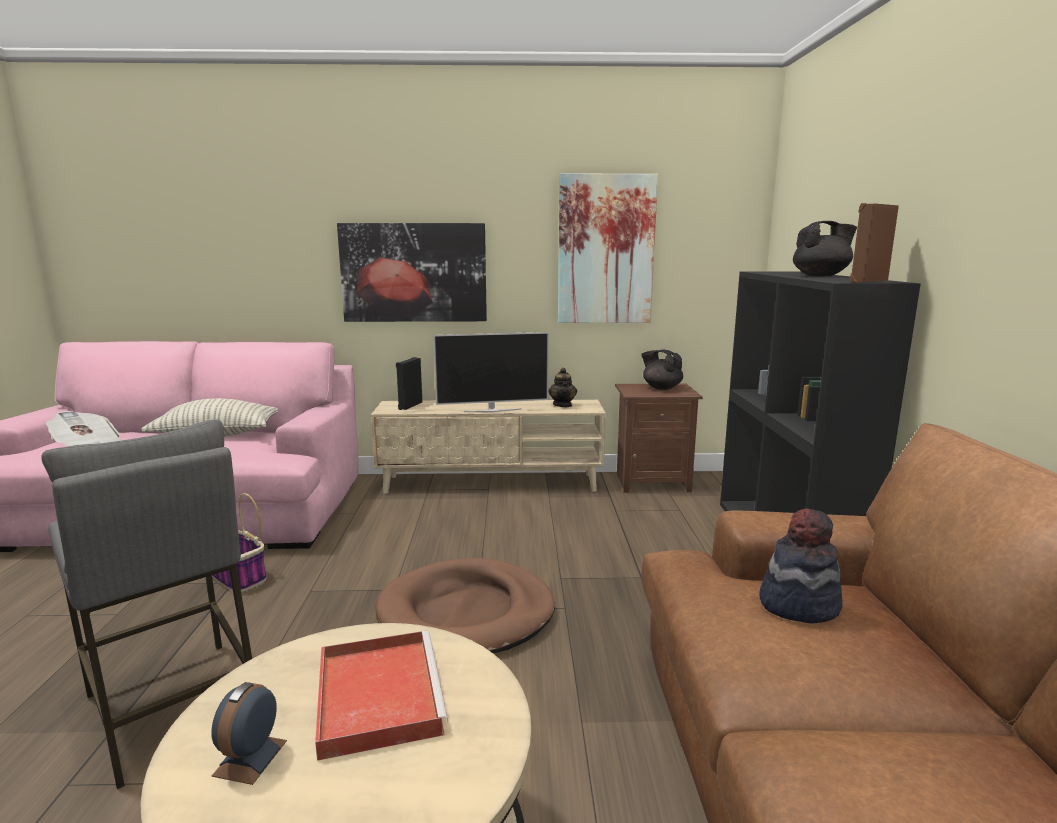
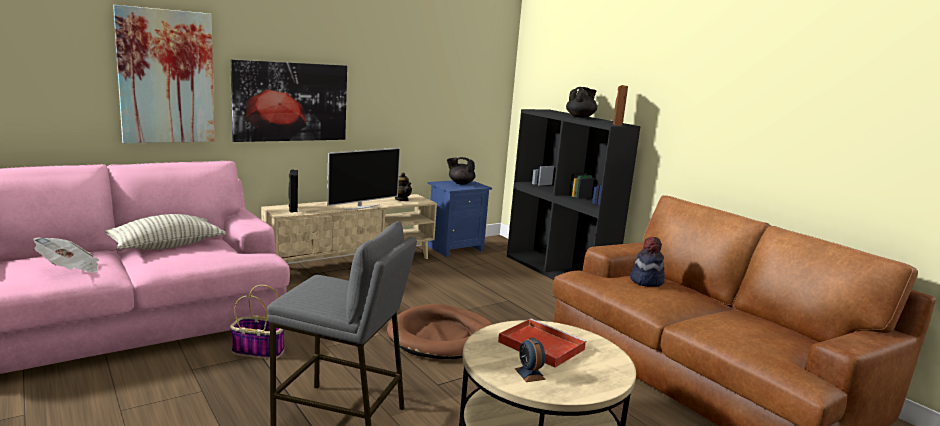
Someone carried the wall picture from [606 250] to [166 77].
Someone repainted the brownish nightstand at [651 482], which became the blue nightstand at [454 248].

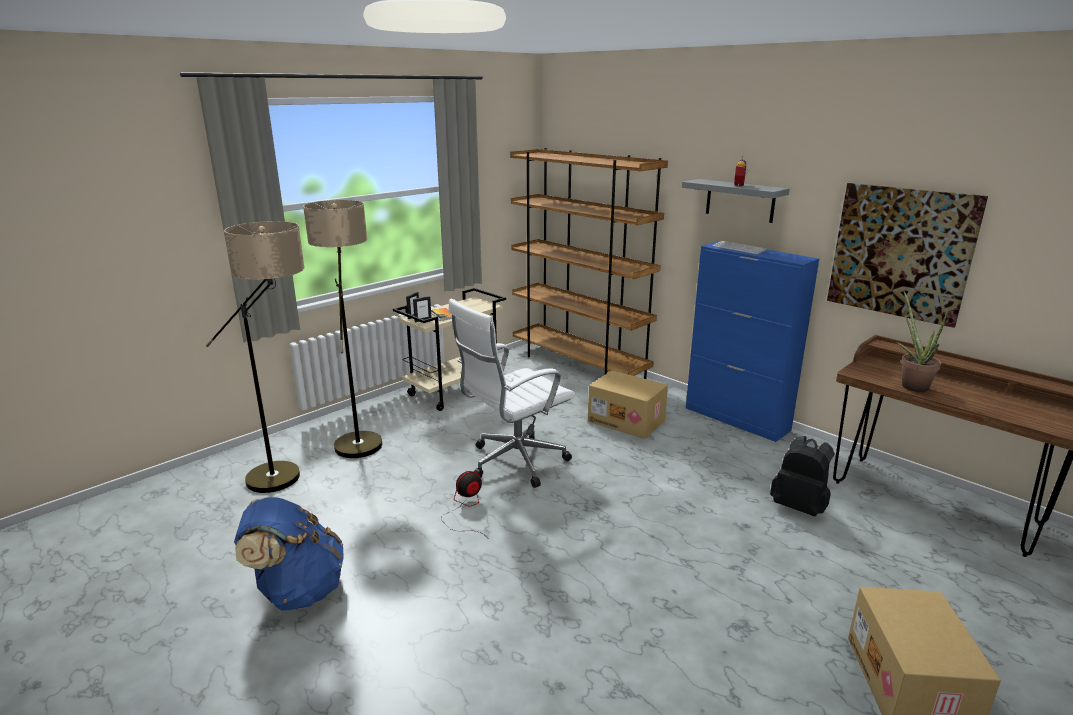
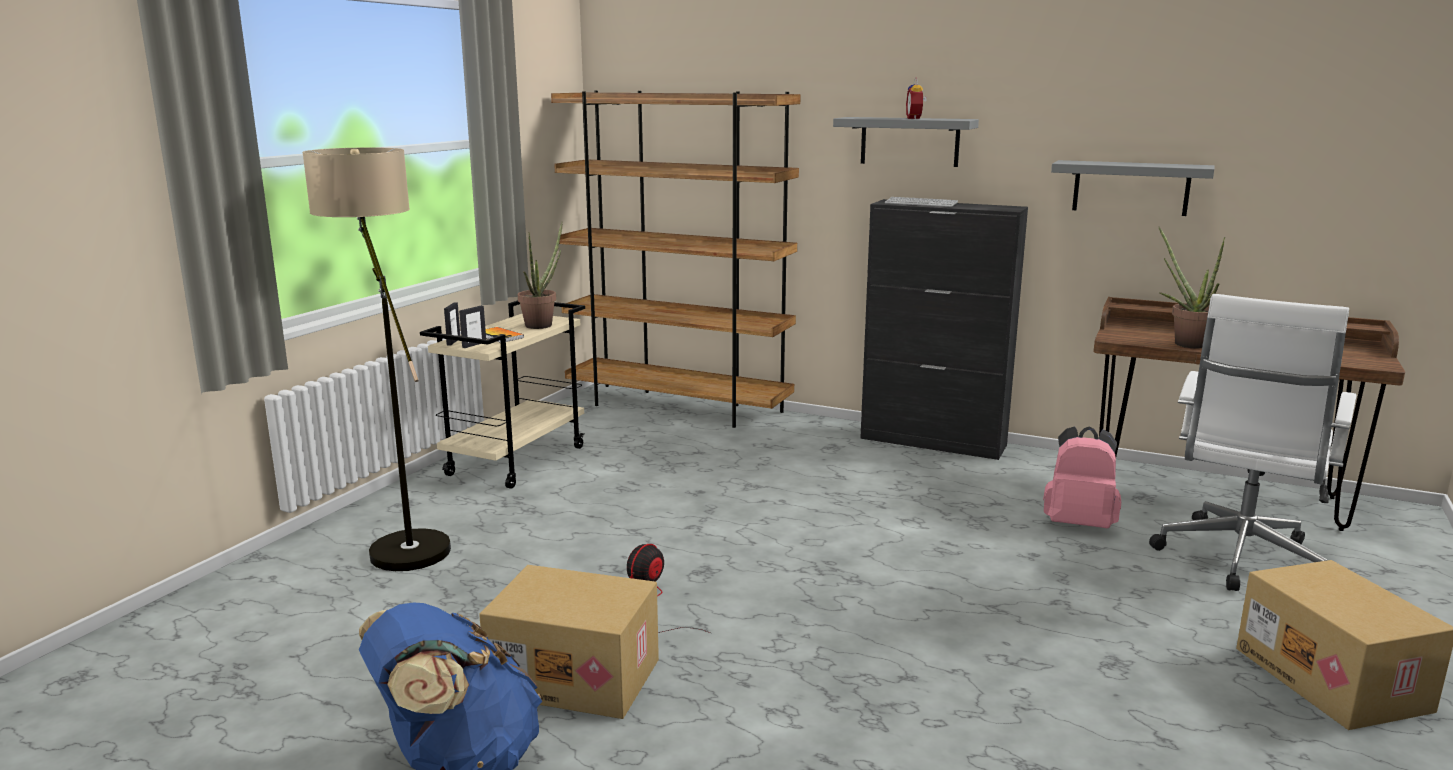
Someone took away the floor lamp at [289 483].
Someone put down the plant in a pot at [542 324].
Someone carried the white computer chair from [513 463] to [1238 561].
Someone carried the packing box from [627 421] to [577 676].
Someone swapped the wall picture at [900 252] for the gray bracket shelf at [1131 188].
Someone repainted the blue cabinet at [737 419], which became the blackish cabinet at [933 442].
Someone repainted the blackish backpack at [799 506], which became the pink-coloured backpack at [1078 523].

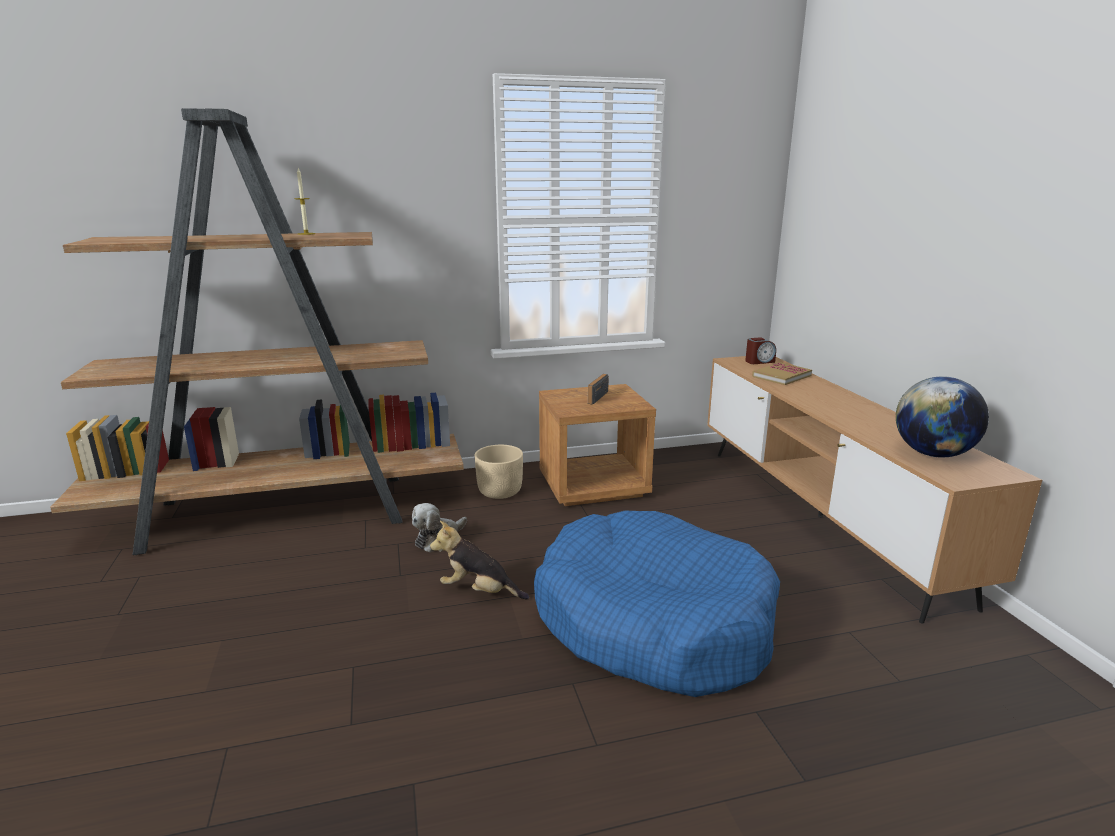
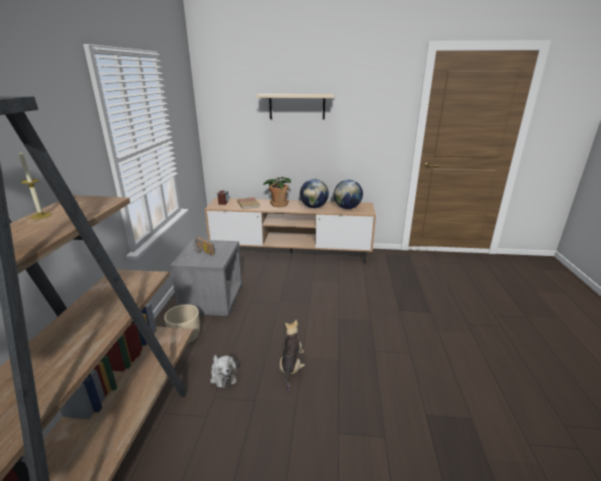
Someone took away the blue dog cushion at [652 622].
Someone put up the sand-coloured bracket shelf at [297 106].
Someone put down the plant in a pot at [278 204].
Someone put down the globe at [314 207].
Someone repainted the brownish nightstand at [594 486], which became the gray nightstand at [212 300].
Someone rotated the soft toy at [479 591] by 150 degrees clockwise.

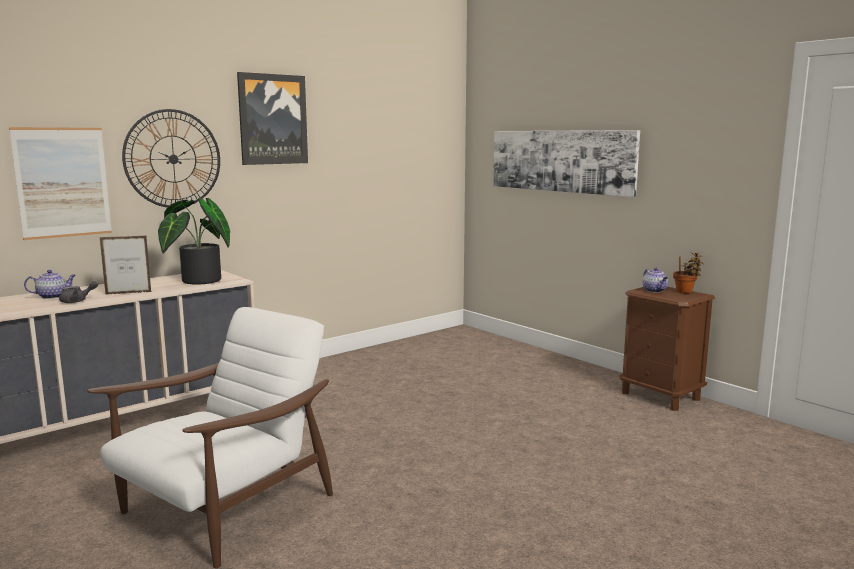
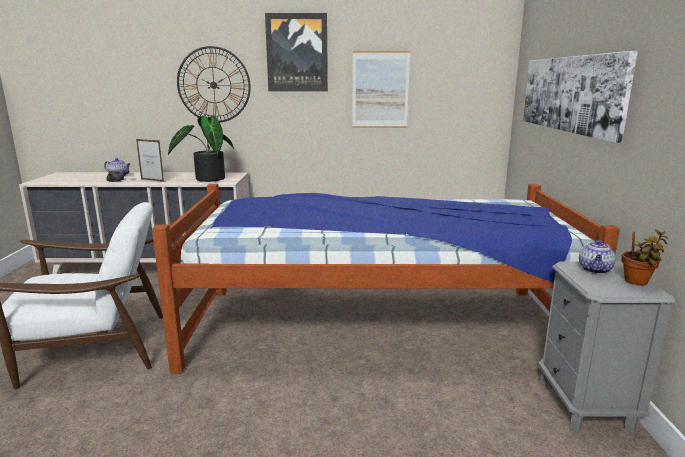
Someone put down the sleeping bed at [375 325].
Someone carried the wall picture from [63 182] to [380 90].
Someone repainted the brownish nightstand at [660 396], which became the gray nightstand at [585 404].

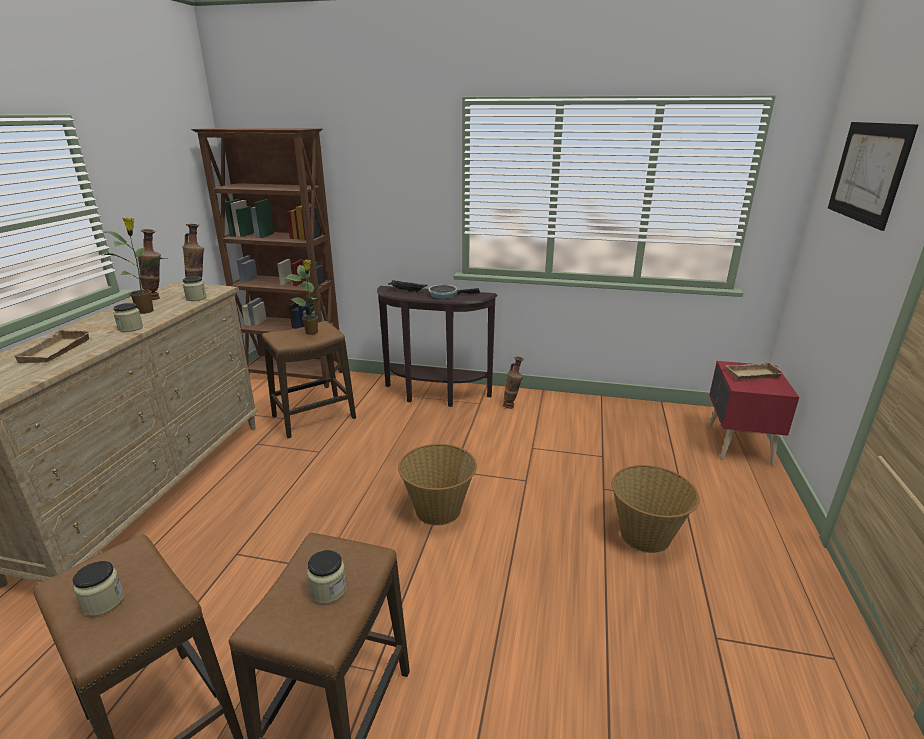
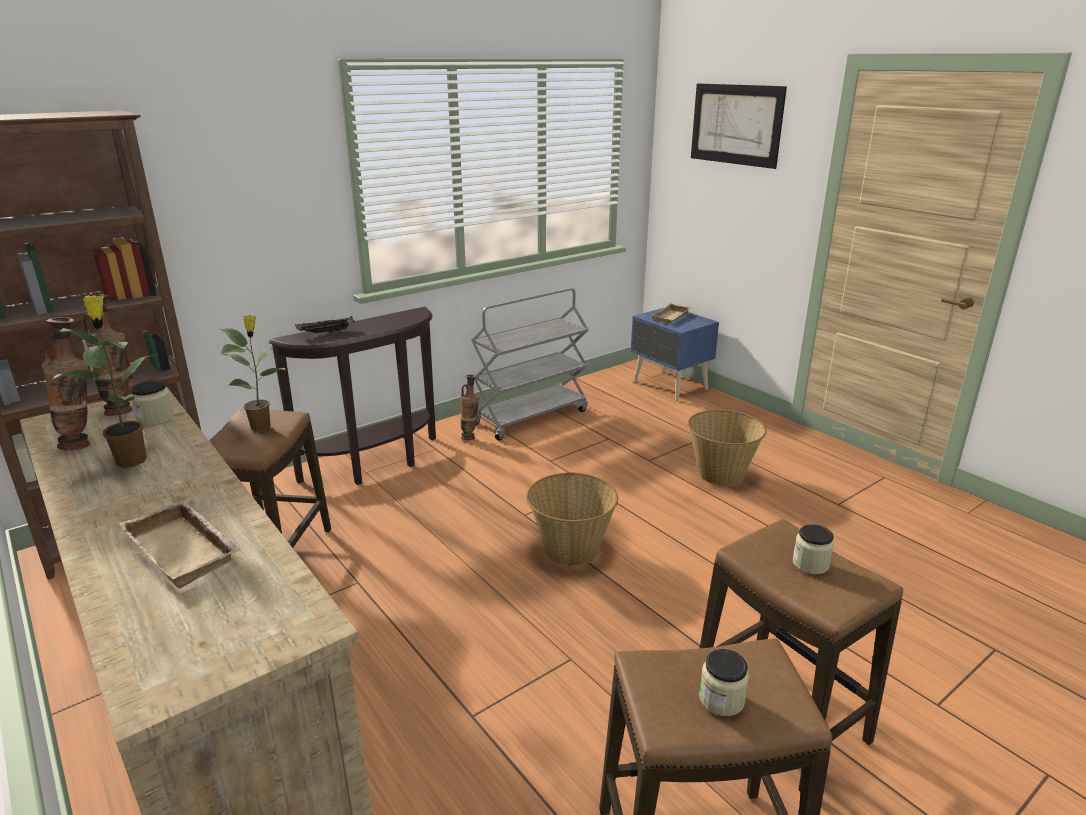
Someone took away the jar at [130 328].
Someone took away the frying pan at [446 295].
Someone put down the gray wheeled cart at [530 416].
Someone repainted the reddish nightstand at [737 445], which became the blue nightstand at [670 386].

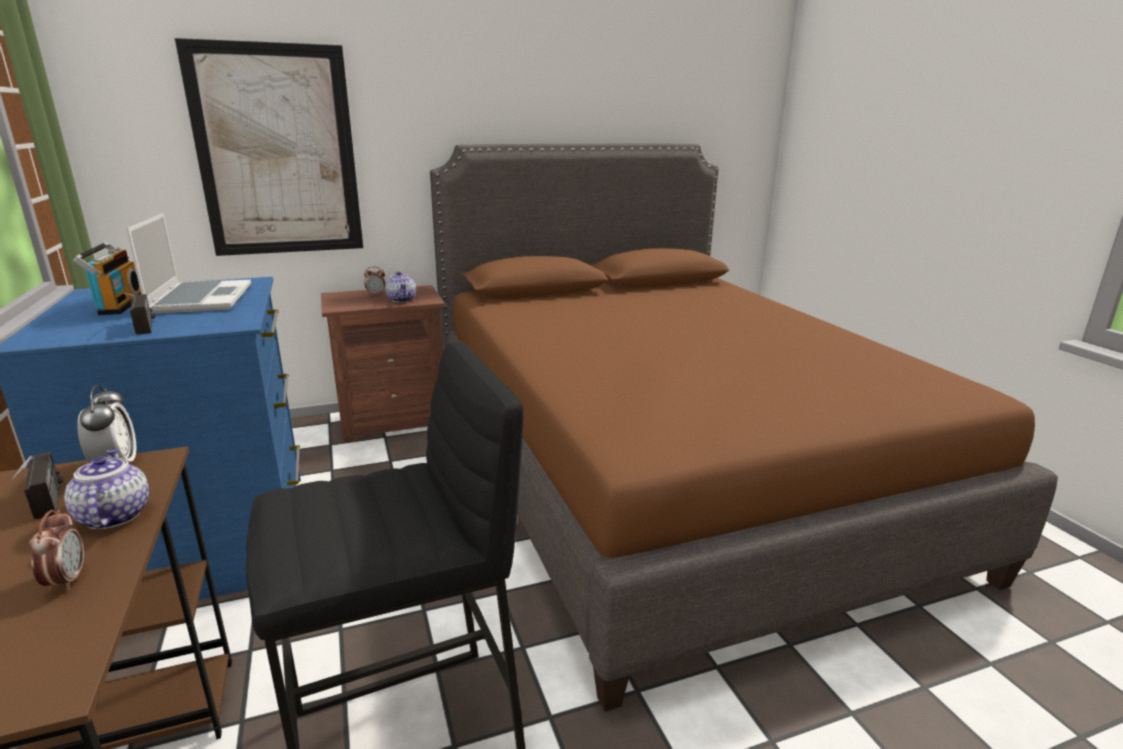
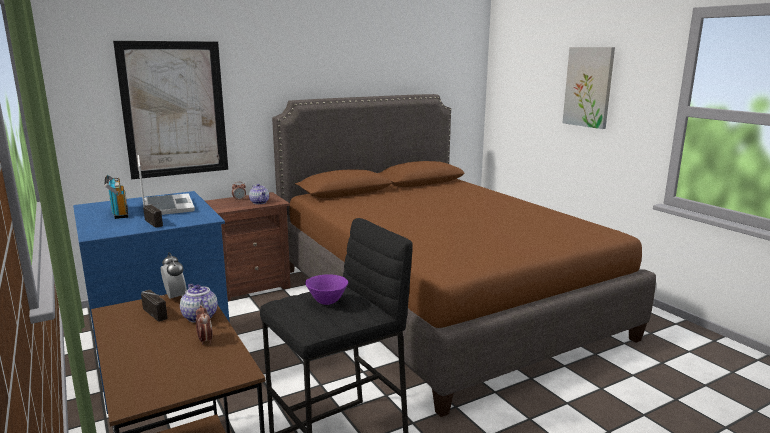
Someone put down the purple-coloured bowl at [327 302].
Someone put up the wall picture at [588 87].

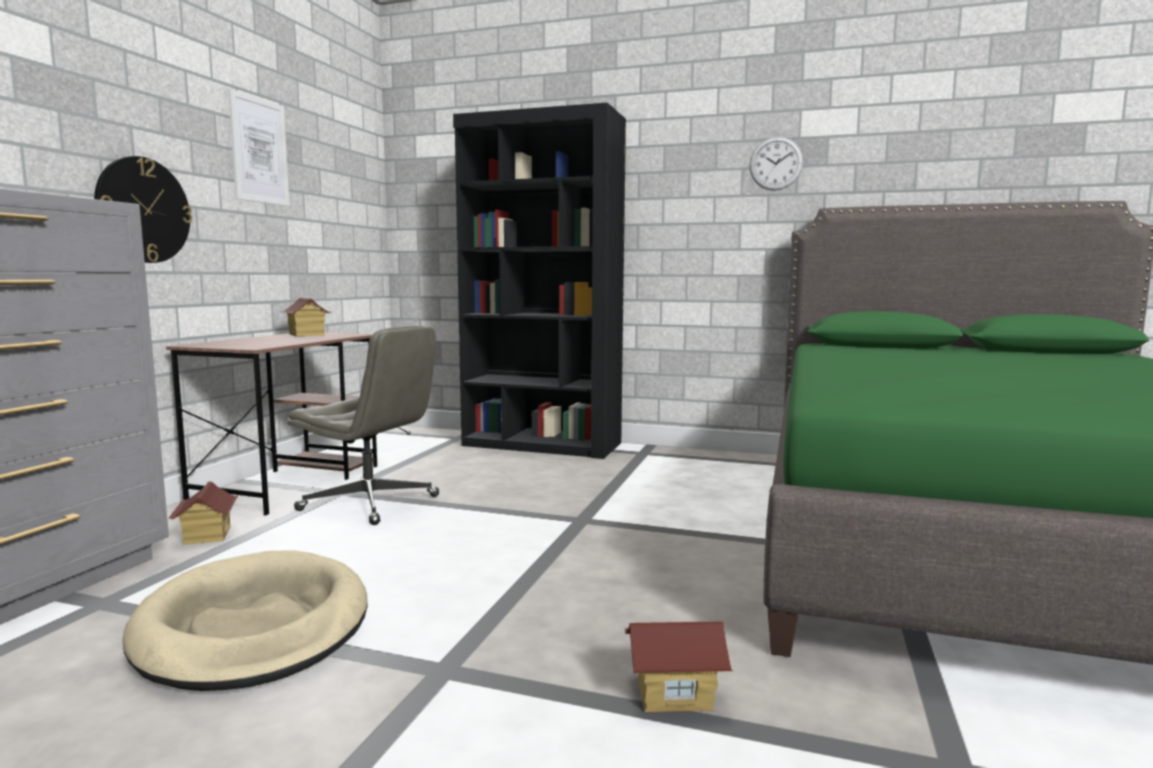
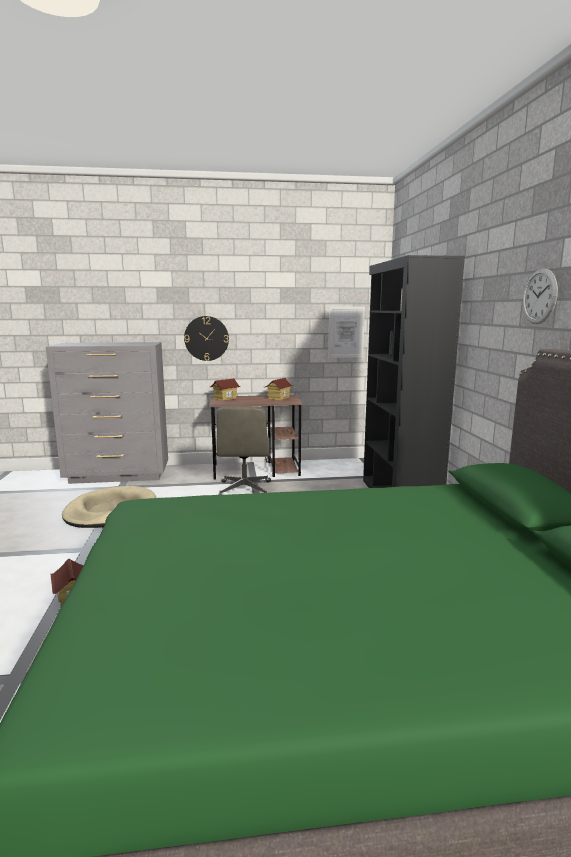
Someone carried the miniature house from [207 535] to [225 398].
Someone carried the wall picture from [259 150] to [346 332].

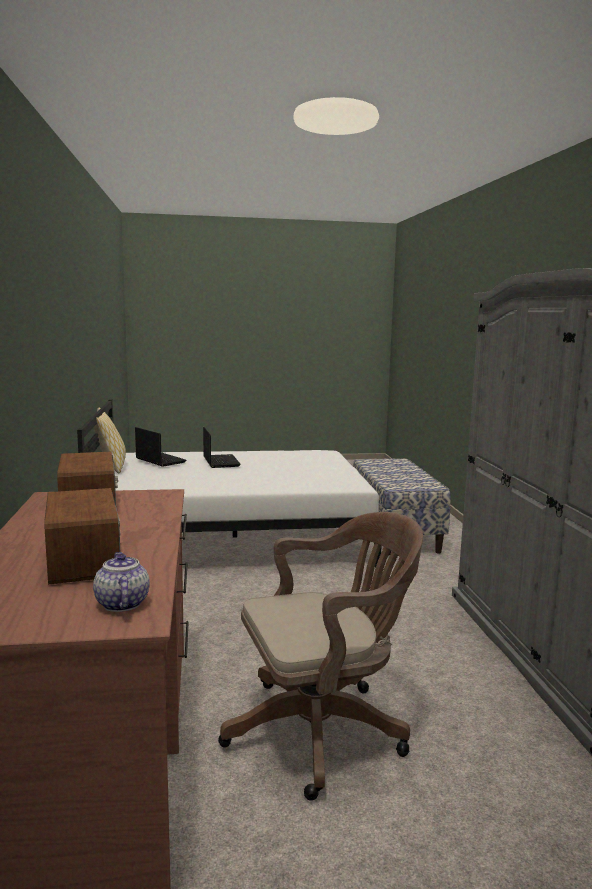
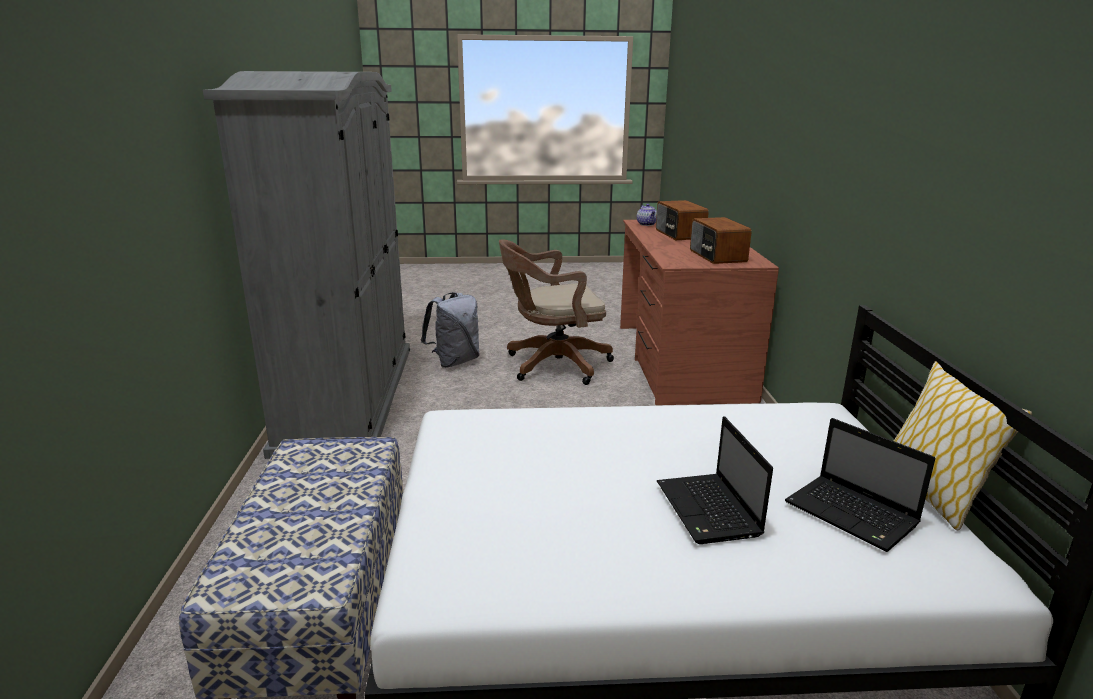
Someone put down the gray backpack at [454 361].

